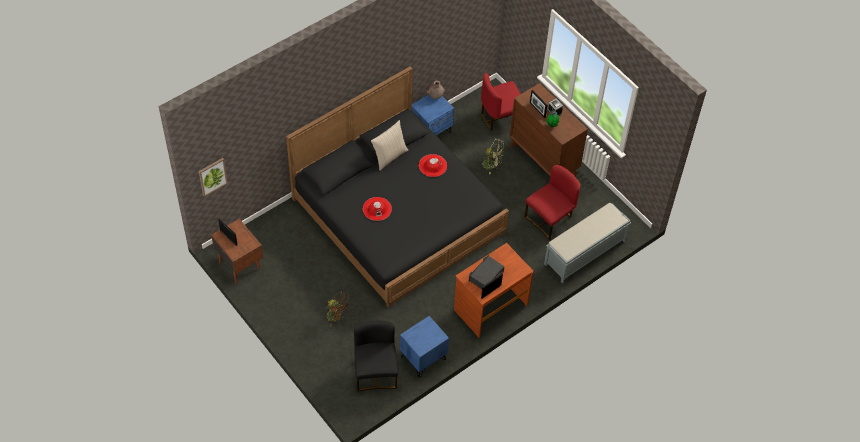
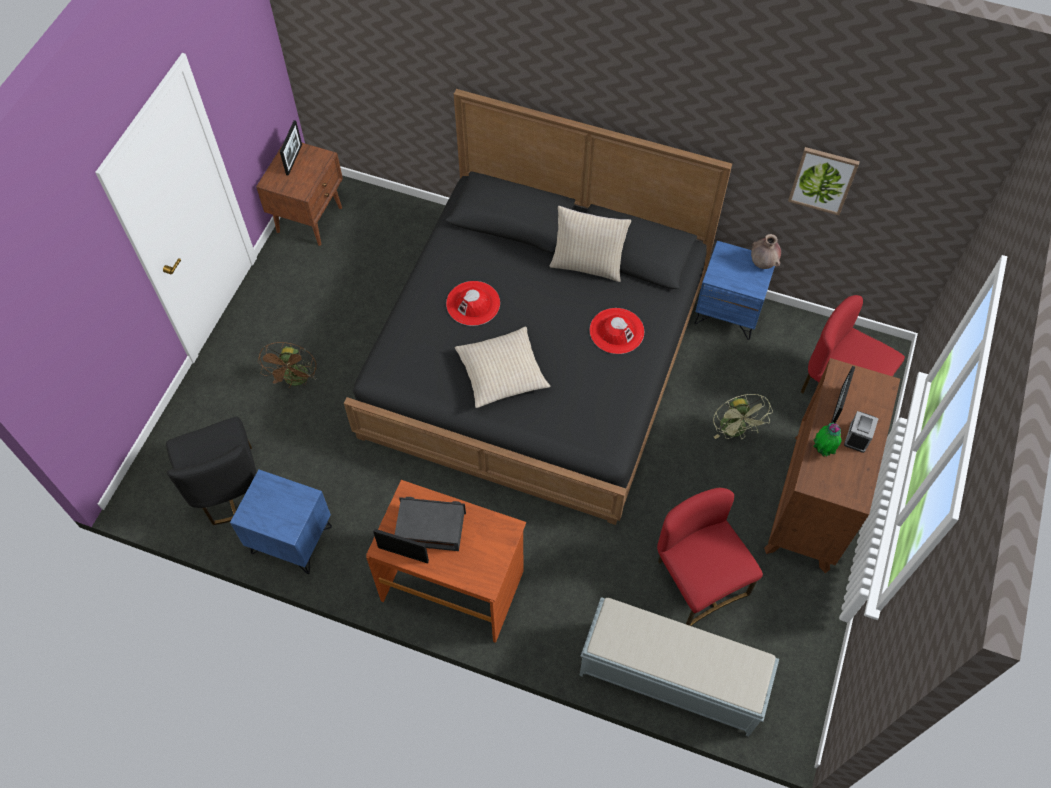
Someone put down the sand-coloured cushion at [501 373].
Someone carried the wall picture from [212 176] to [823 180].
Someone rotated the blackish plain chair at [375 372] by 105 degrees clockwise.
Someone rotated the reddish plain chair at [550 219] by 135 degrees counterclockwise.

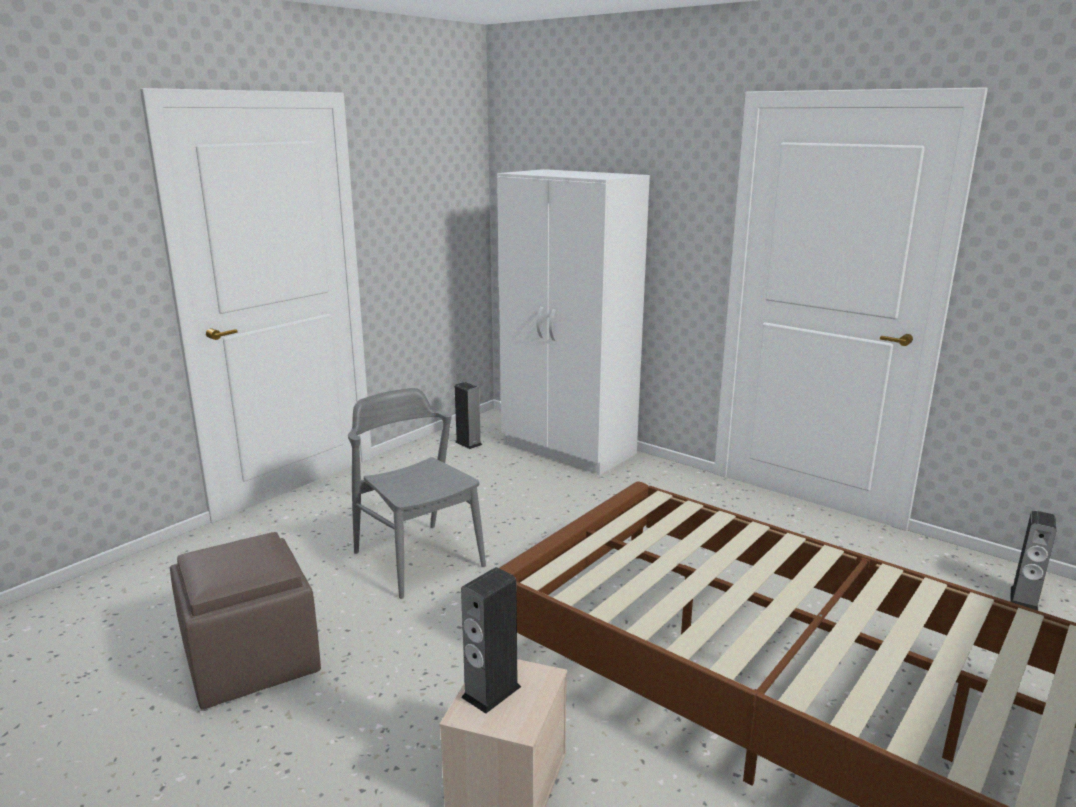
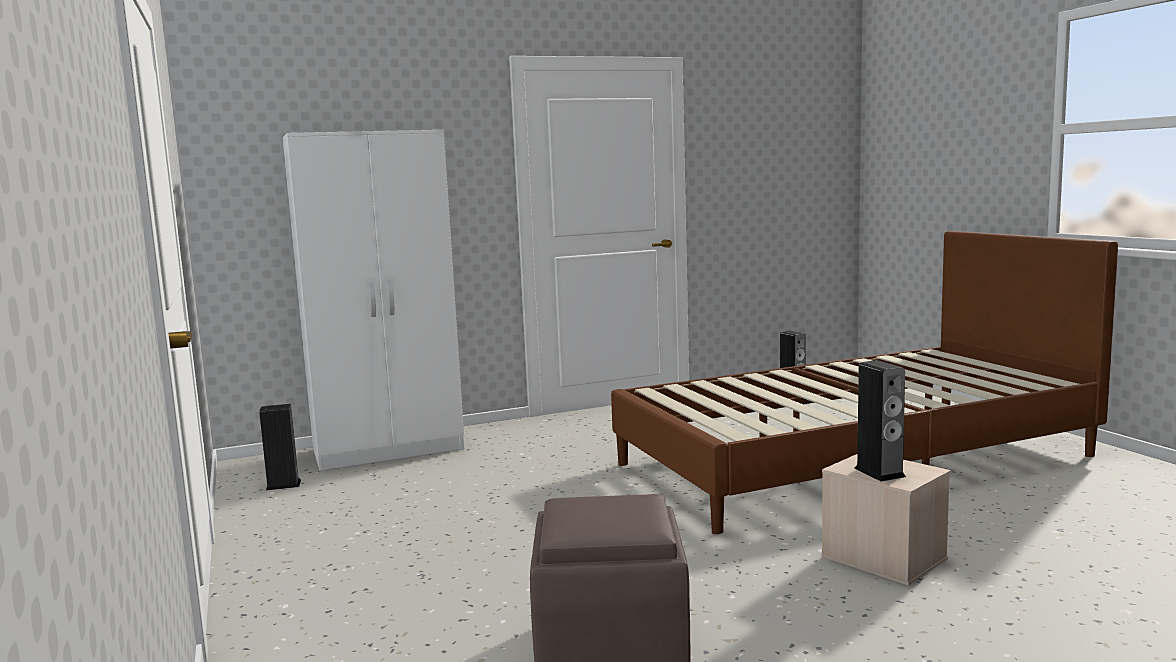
Someone took away the gray plain chair at [418 559].

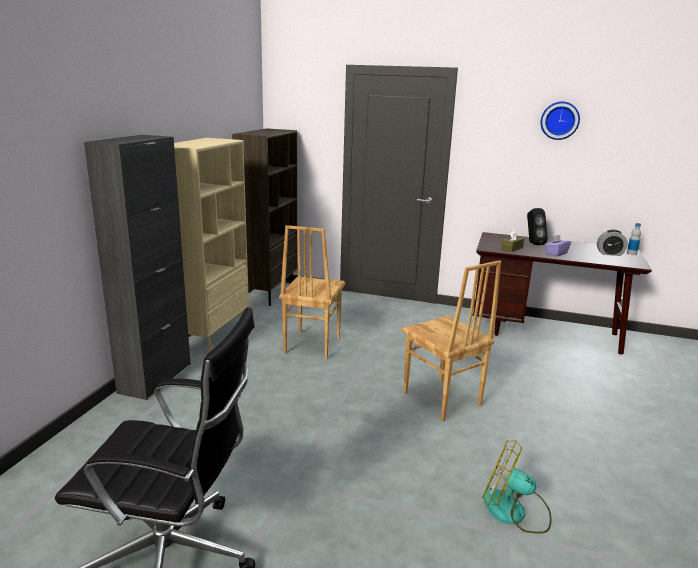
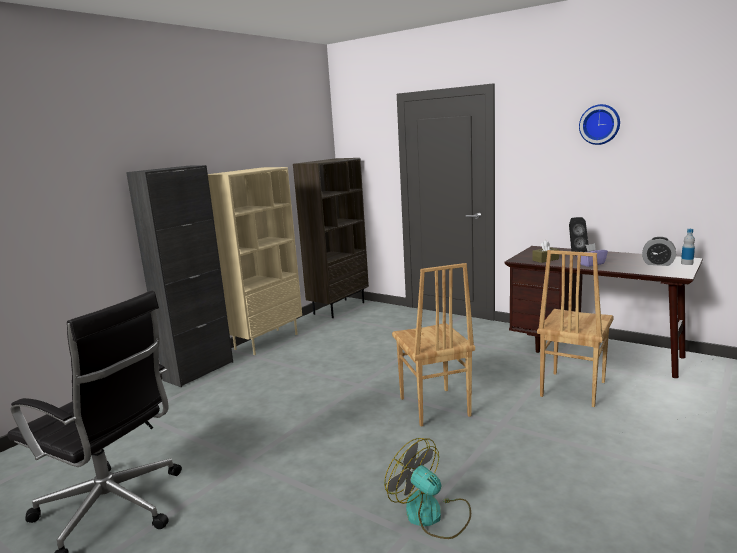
Someone carried the brownish plain chair from [311 345] to [571 389].

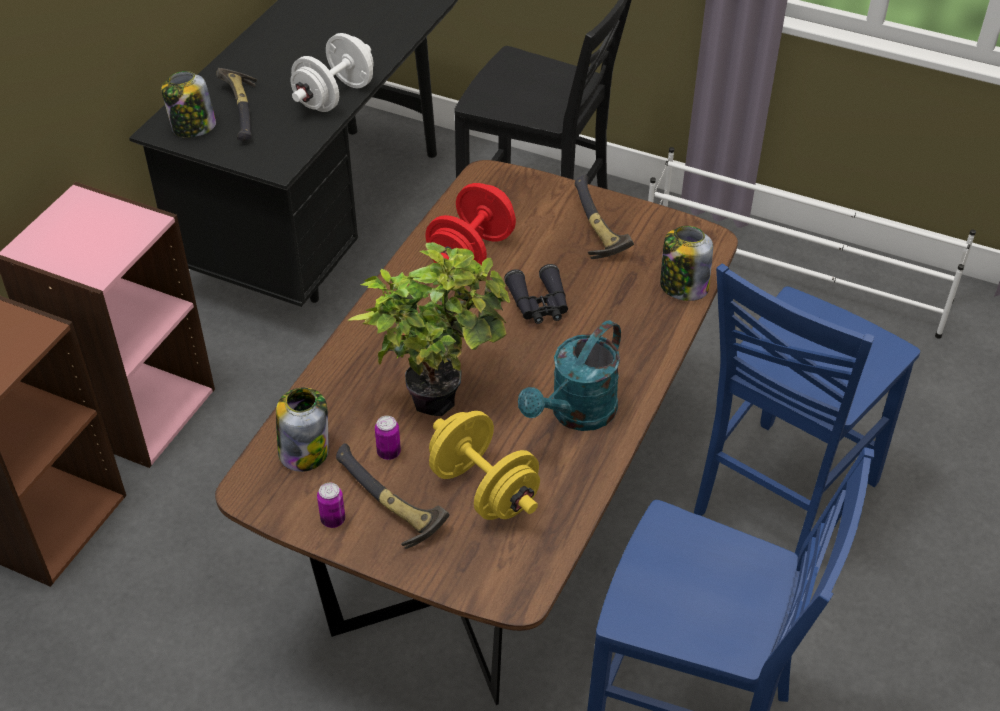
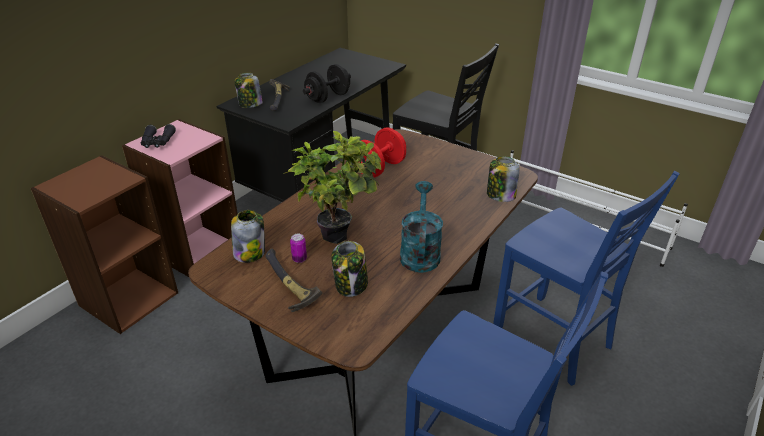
Someone took away the metal can at [333 520].
Someone took away the hammer at [594 228].
Someone carried the blackish binoculars from [539 304] to [157 142].
Someone swapped the yellow free weight at [484 489] for the jar at [351 285].
Someone repainted the white free weight at [334 96], which became the blackish free weight at [328 98].
Someone rotated the turquoise-coloured watering pot at [576 415] by 135 degrees clockwise.
Someone rotated the blue plain chair at [779 497] by 90 degrees counterclockwise.

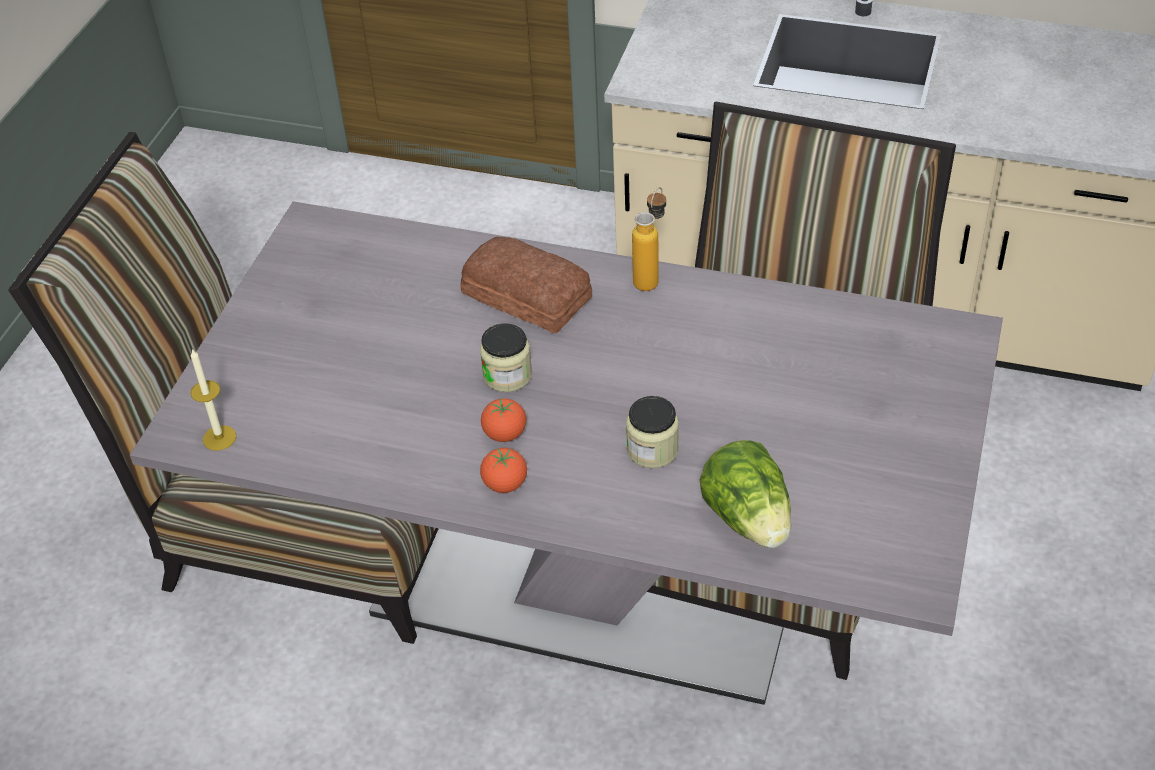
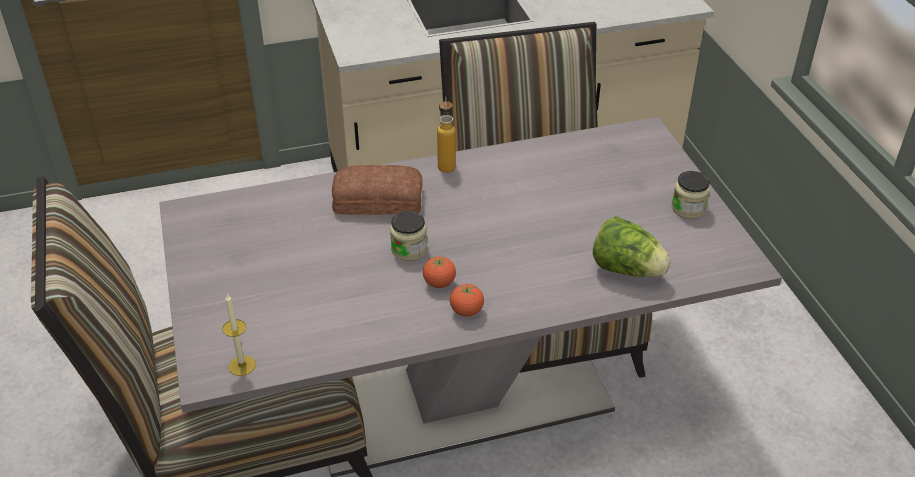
Someone carried the jar from [652 450] to [688 208].

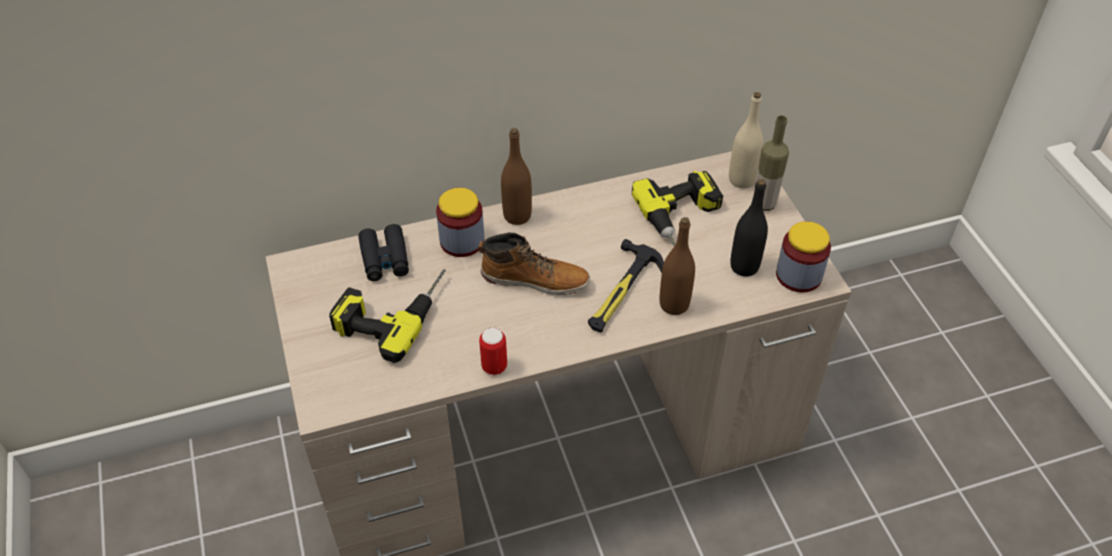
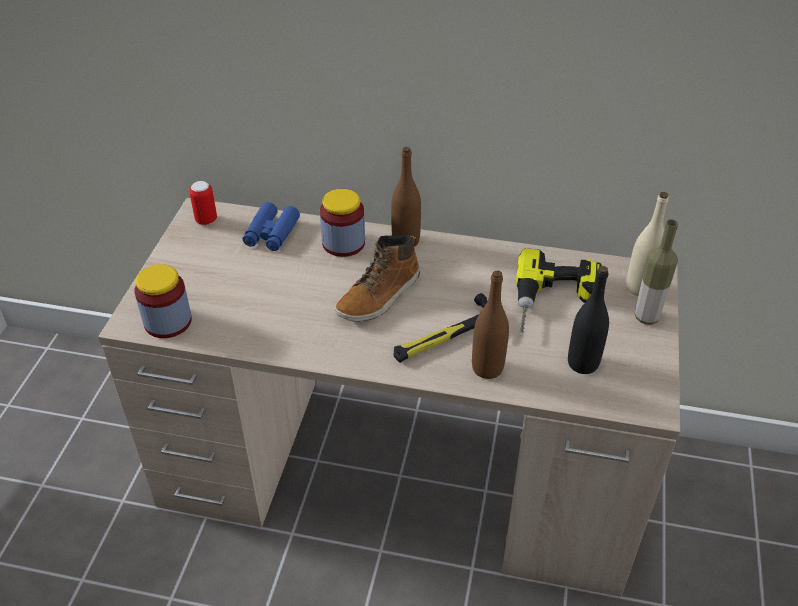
Someone took away the power drill at [391 310].
Someone carried the metal can from [494 366] to [206 220].
Someone carried the jar from [798 275] to [168 322].
Someone repainted the blackish binoculars at [385 259], which became the blue binoculars at [271 233].
Someone rotated the boot at [535 279] by 90 degrees clockwise.

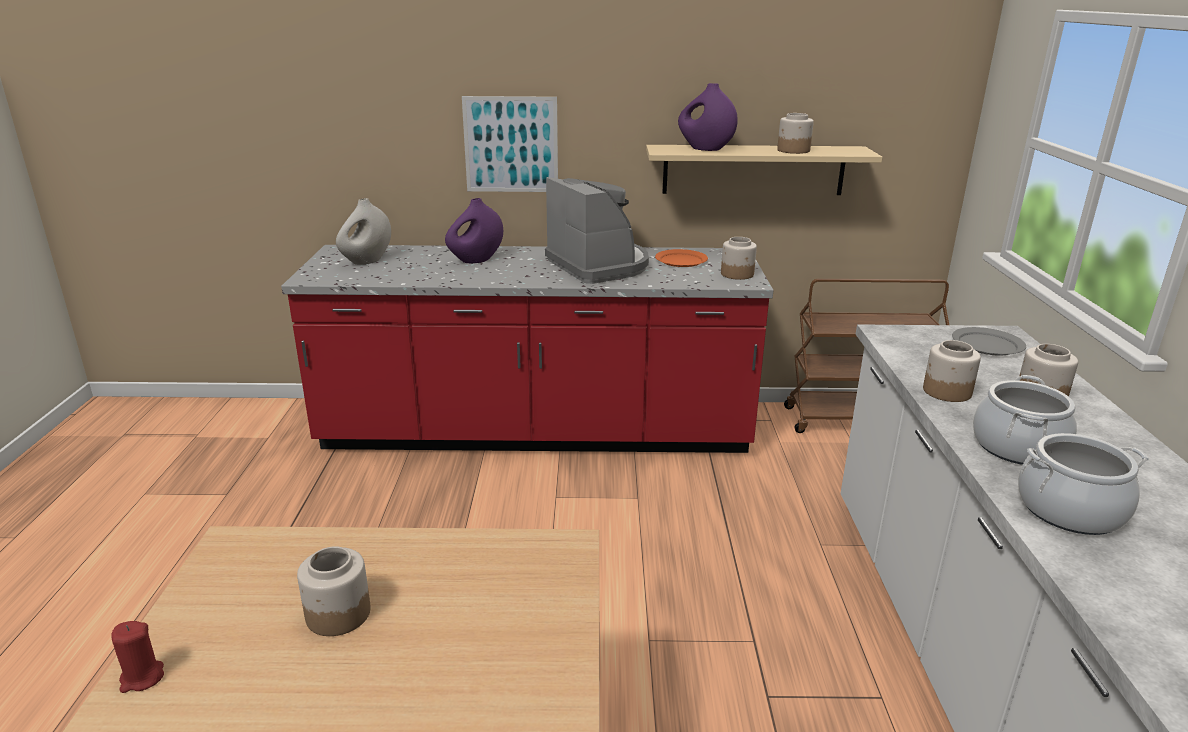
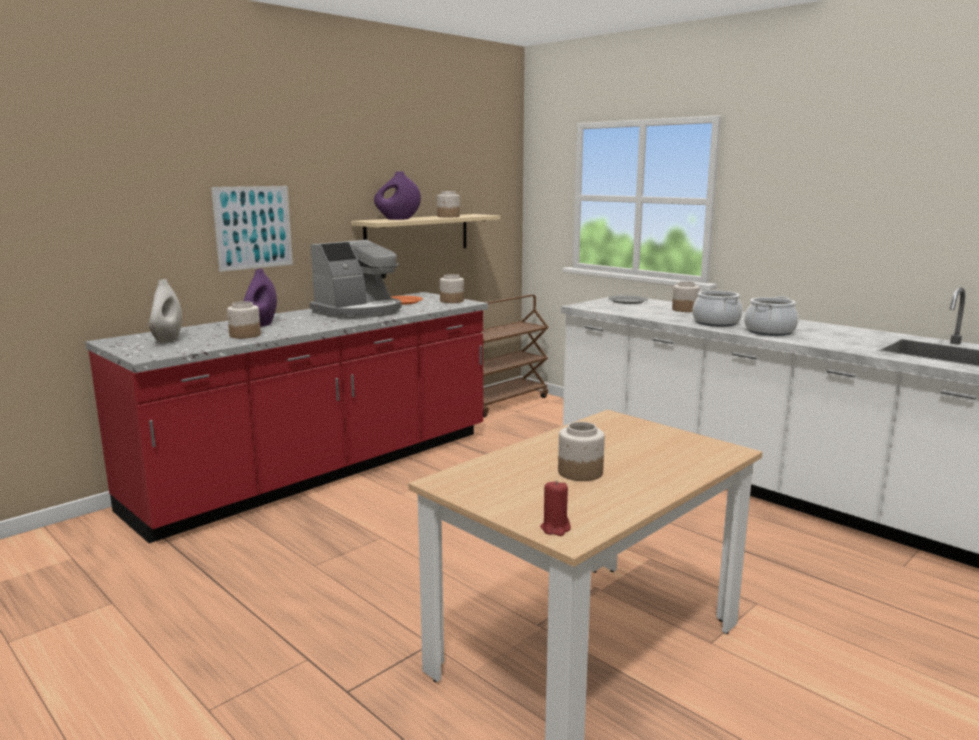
Someone carried the jar from [946 392] to [245 335].
Someone rotated the coffee maker at [599 265] by 120 degrees clockwise.

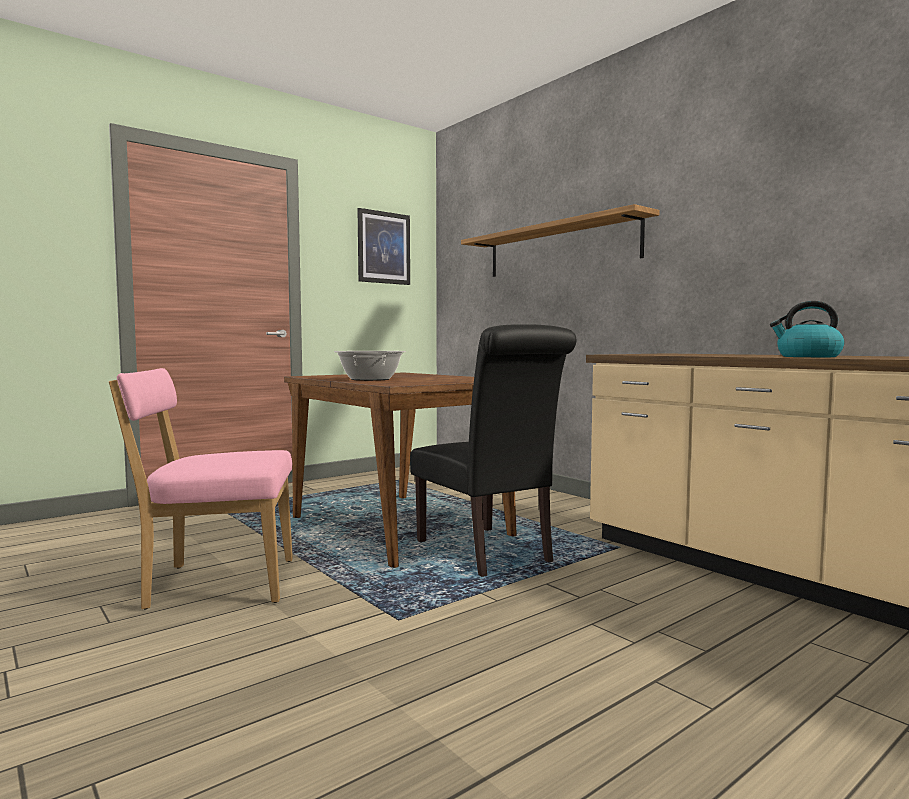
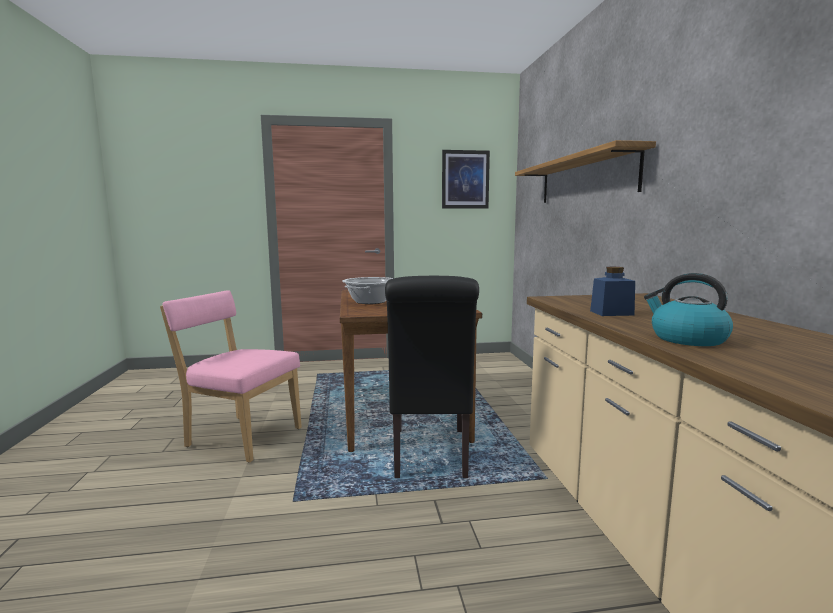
Someone put down the blue jar at [611 313].

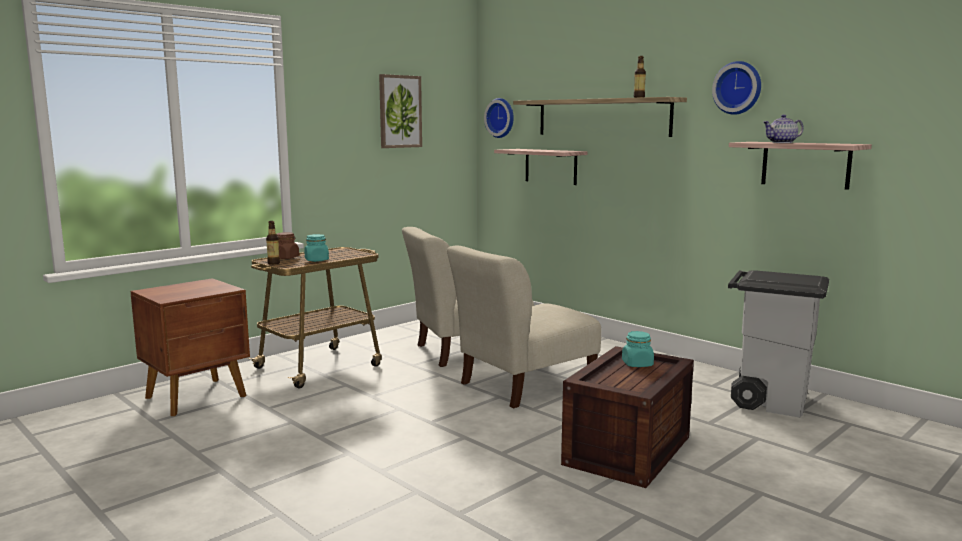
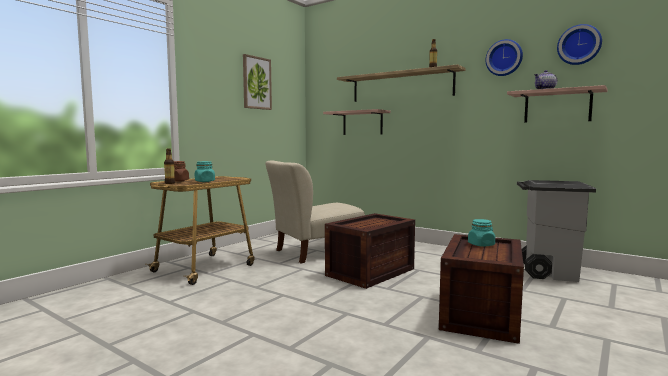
Someone took away the brownish nightstand at [198 397].
Someone carried the hanging clock from [501 118] to [579 45].
Someone swapped the sand-coloured plain chair at [523 385] for the crate at [369 272].

